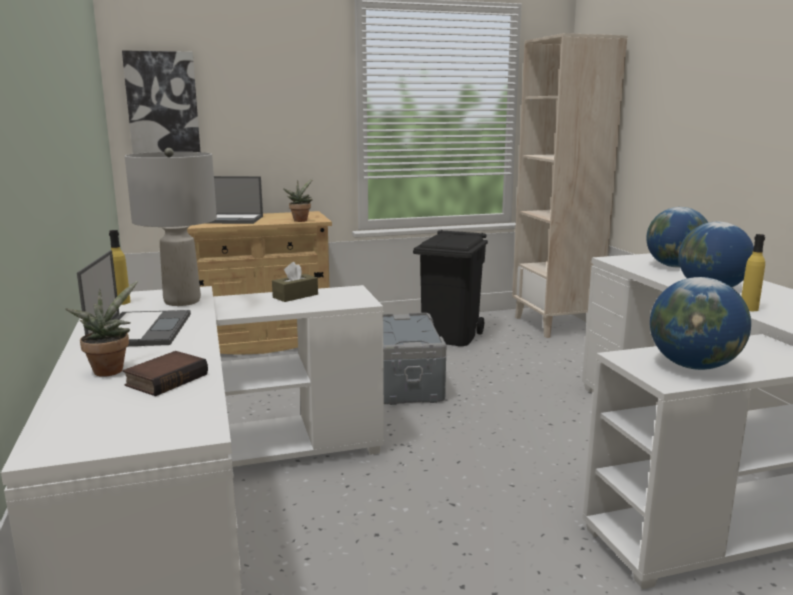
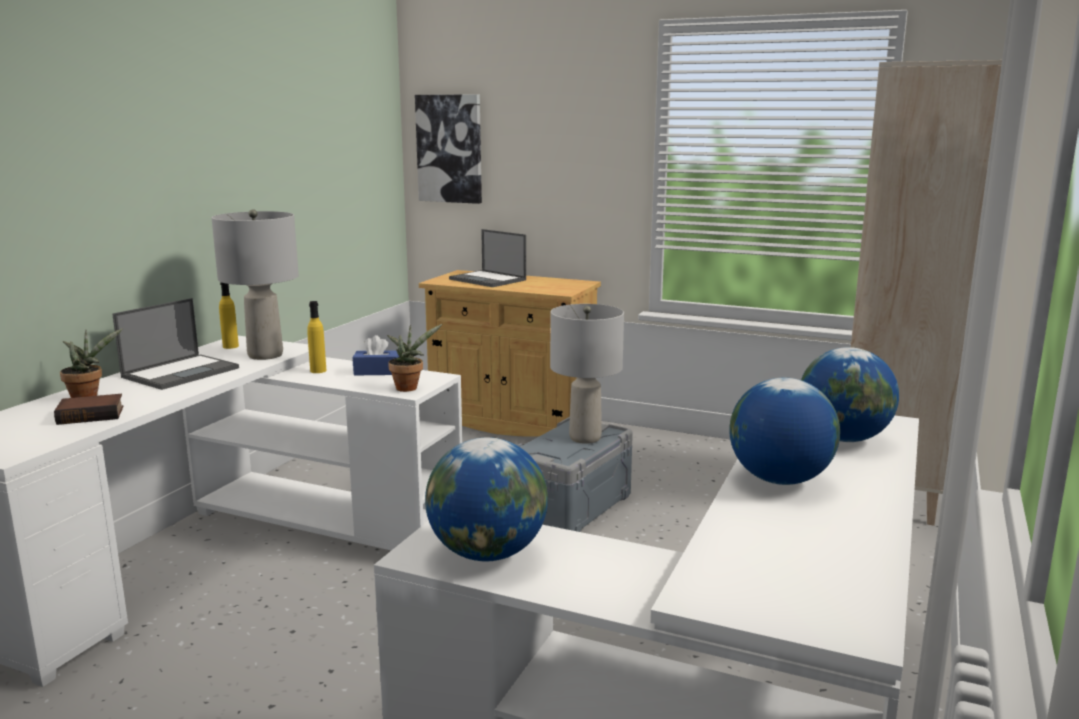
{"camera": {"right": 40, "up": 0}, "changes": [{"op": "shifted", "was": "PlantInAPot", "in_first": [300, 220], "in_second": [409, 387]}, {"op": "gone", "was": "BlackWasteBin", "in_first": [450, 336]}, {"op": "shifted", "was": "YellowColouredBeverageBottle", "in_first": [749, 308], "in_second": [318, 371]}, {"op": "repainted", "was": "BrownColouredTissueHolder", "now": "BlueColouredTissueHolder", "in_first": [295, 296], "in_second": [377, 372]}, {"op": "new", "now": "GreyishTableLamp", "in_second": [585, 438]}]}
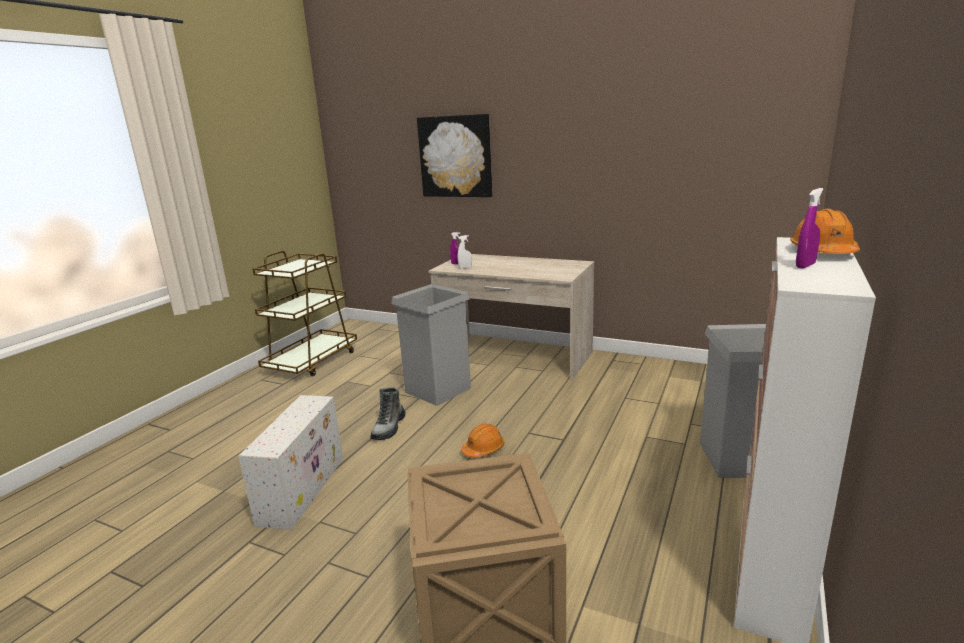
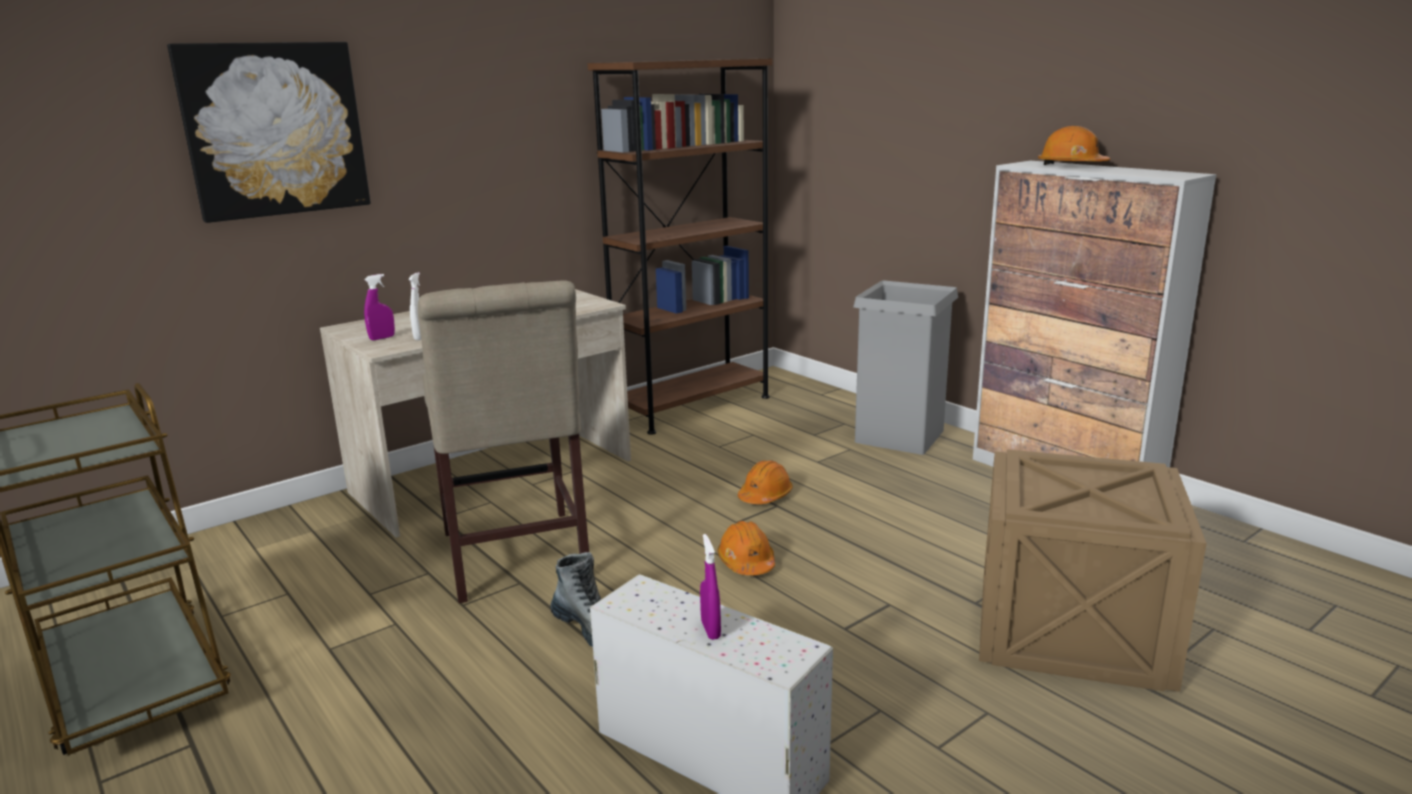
{"camera": {"right": -65, "up": 0}, "changes": [{"op": "shifted", "was": "PurpleColouredHandSprayer", "in_first": [805, 265], "in_second": [710, 630]}, {"op": "swapped", "was": "GreyishWasteBin", "now": "BeigeChair", "in_first": [438, 389], "in_second": [515, 560]}, {"op": "new", "now": "BrownColouredBookshelf", "in_second": [692, 406]}, {"op": "new", "now": "OrangeColouredSafetyHelmet", "in_second": [765, 496]}]}
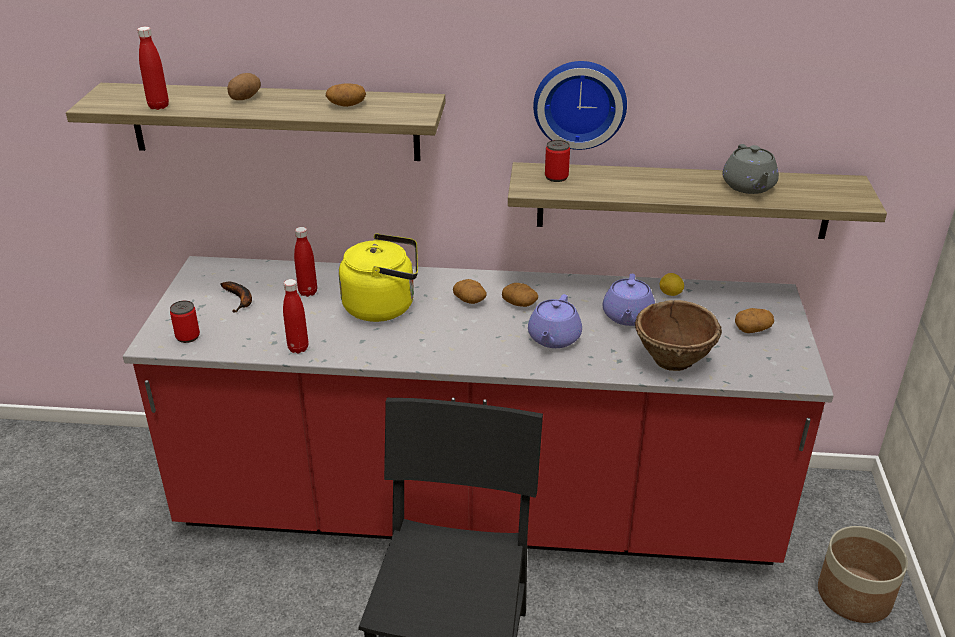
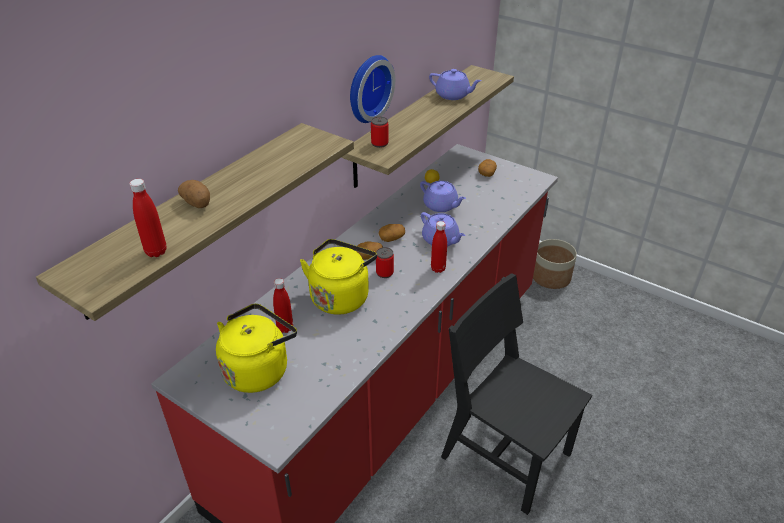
{"camera": {"right": -60, "up": 5}, "changes": [{"op": "gone", "was": "Spud", "in_first": [346, 105]}, {"op": "repainted", "was": "GreyishTeaPot", "now": "PurpleColouredTeaPot", "in_first": [748, 186], "in_second": [453, 95]}, {"op": "shifted", "was": "RedColouredBeverageBottle", "in_first": [298, 348], "in_second": [438, 269]}, {"op": "swapped", "was": "WholeBanana", "now": "YellowColouredKettle", "in_first": [240, 299], "in_second": [258, 369]}, {"op": "shifted", "was": "SealedCan", "in_first": [188, 336], "in_second": [384, 273]}, {"op": "gone", "was": "BrownColouredServingBowl", "in_first": [673, 360]}]}
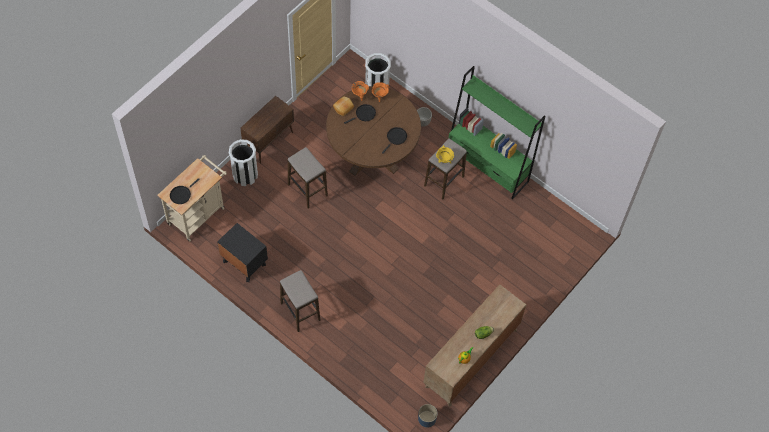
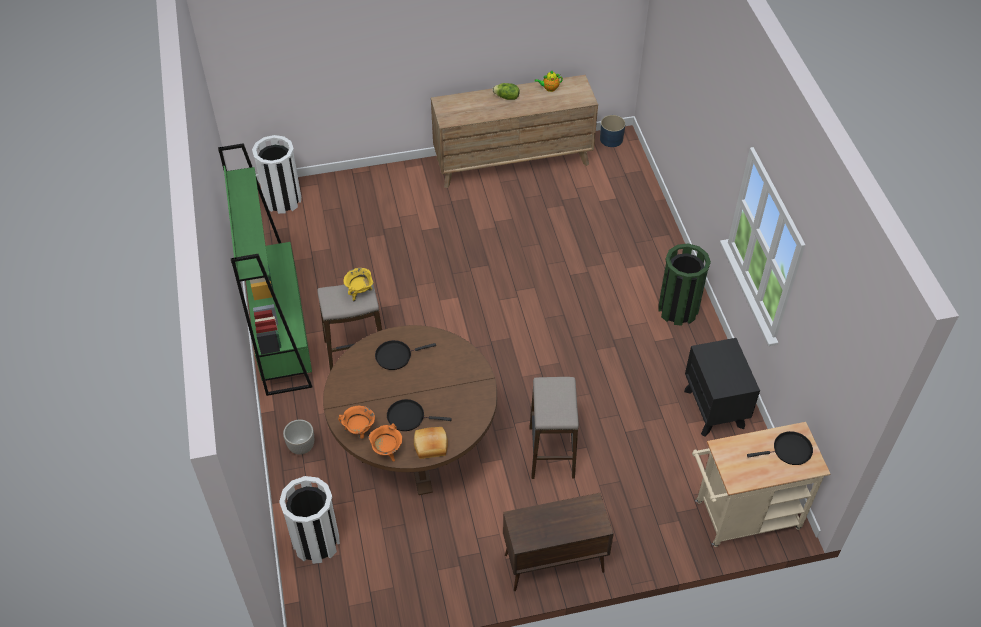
{"camera": {"right": -140, "up": -10}, "changes": [{"op": "shifted", "was": "WhitishWasteBin", "in_first": [245, 175], "in_second": [283, 200]}, {"op": "swapped", "was": "StoolSeat", "now": "GreenColouredWasteBin", "in_first": [300, 312], "in_second": [678, 309]}]}
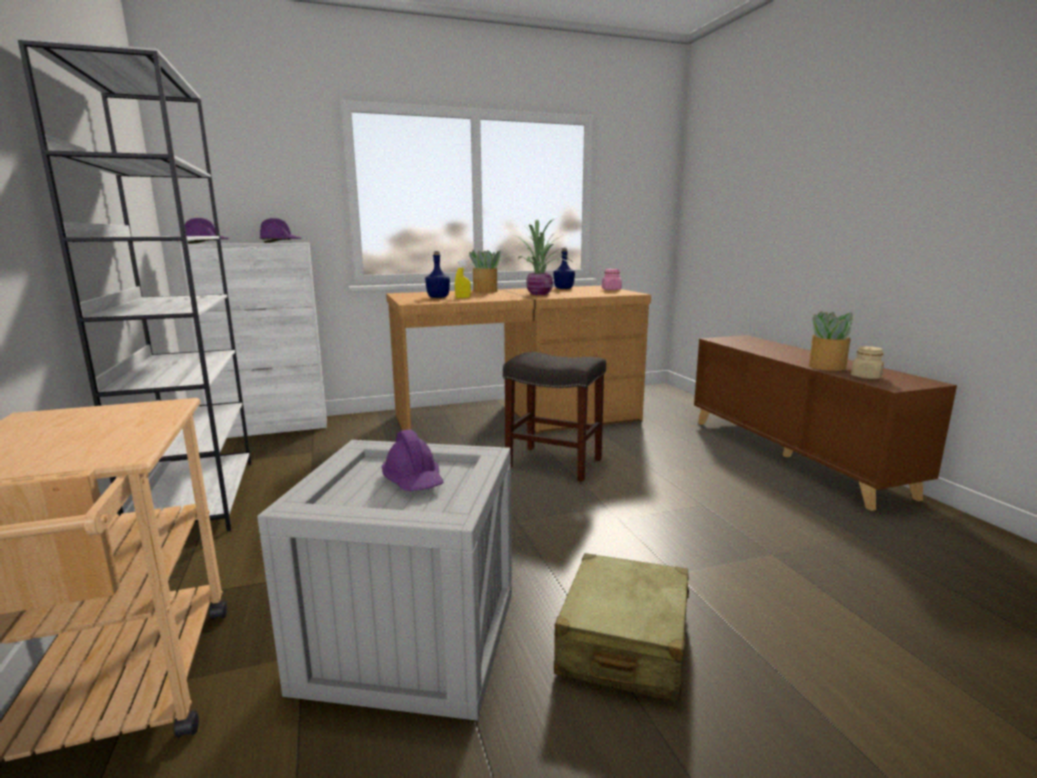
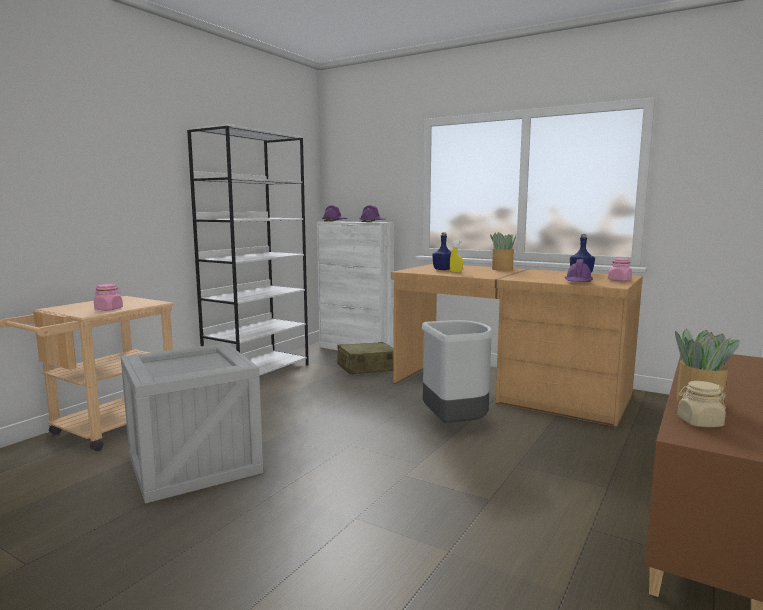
{"camera": {"right": 50, "up": -5}, "changes": [{"op": "gone", "was": "PlantInAPot", "in_first": [539, 294]}, {"op": "swapped", "was": "GreyishStoolSeat", "now": "GreyishWasteBin", "in_first": [552, 463], "in_second": [455, 426]}, {"op": "shifted", "was": "PurpleColouredSafetyHelmet", "in_first": [413, 481], "in_second": [578, 283]}, {"op": "shifted", "was": "BeigeSuitcase", "in_first": [624, 644], "in_second": [367, 368]}, {"op": "new", "now": "PinkColouredStorageJar", "in_second": [109, 309]}]}
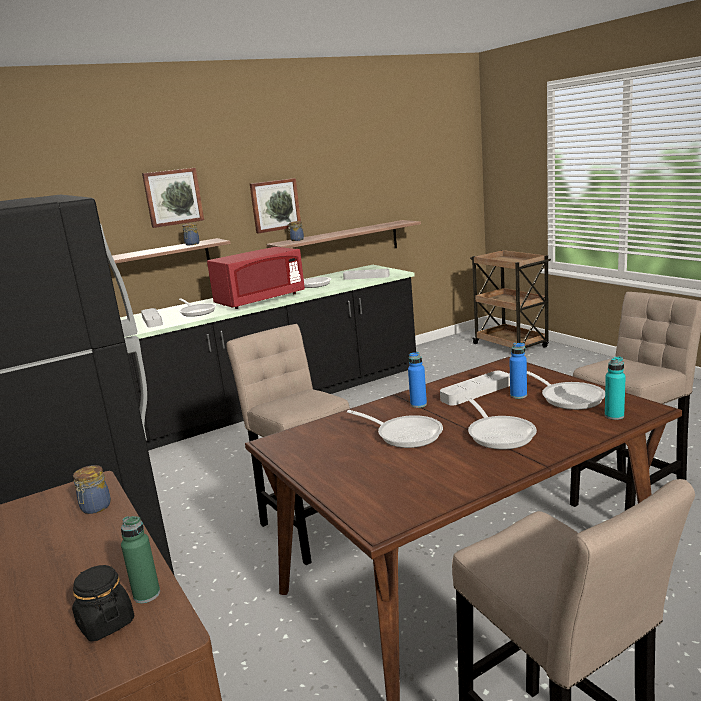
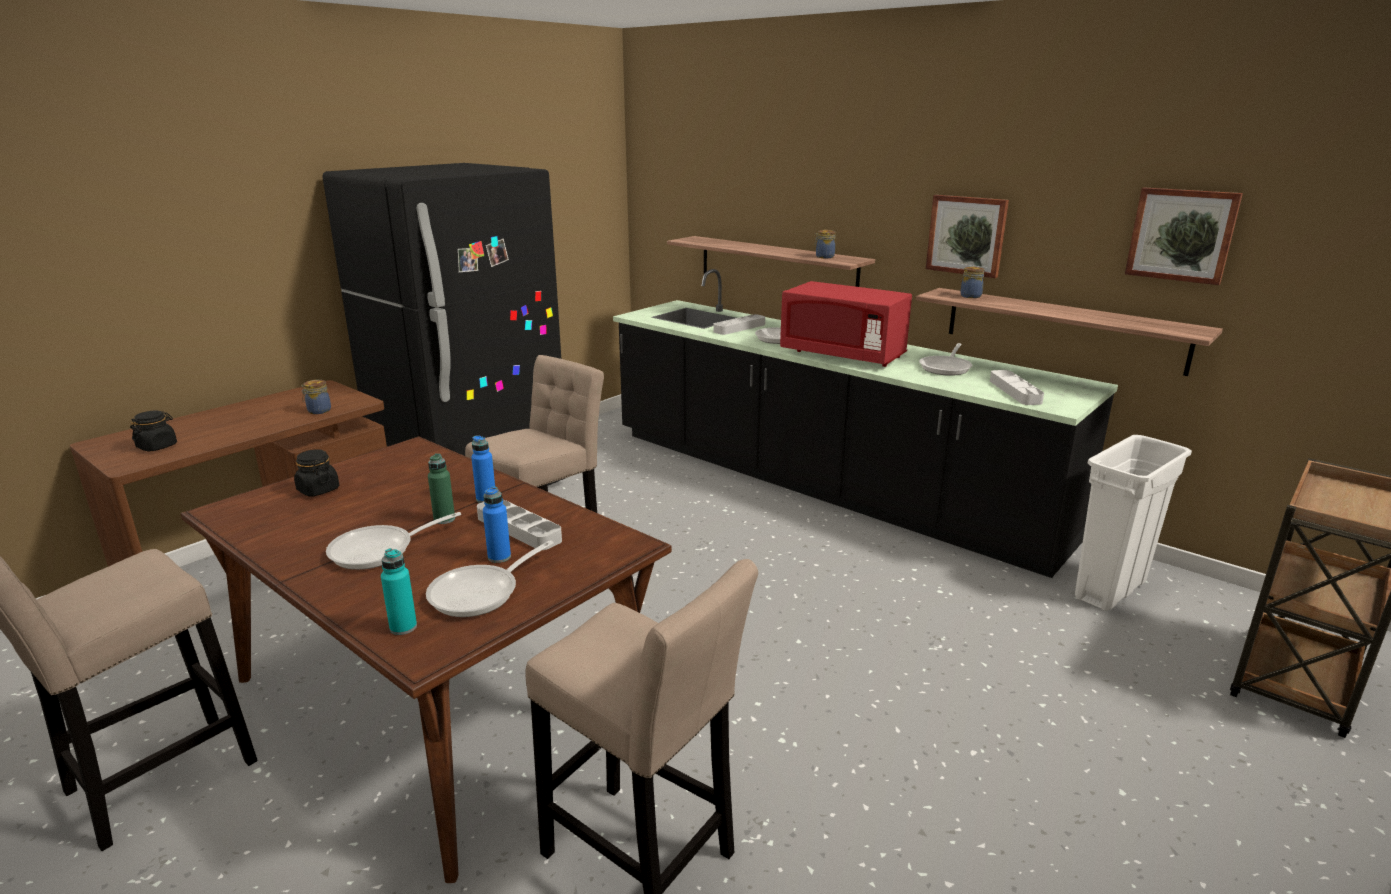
{"camera": {"right": 70, "up": 5}, "changes": [{"op": "shifted", "was": "Picture", "in_first": [173, 197], "in_second": [1181, 235]}, {"op": "gone", "was": "Pan", "in_first": [405, 434]}, {"op": "shifted", "was": "GreenColouredBeverageBottle", "in_first": [147, 594], "in_second": [444, 519]}, {"op": "new", "now": "WhitishWasteBin", "in_second": [1110, 590]}, {"op": "new", "now": "BlackStorageJar", "in_second": [318, 490]}]}
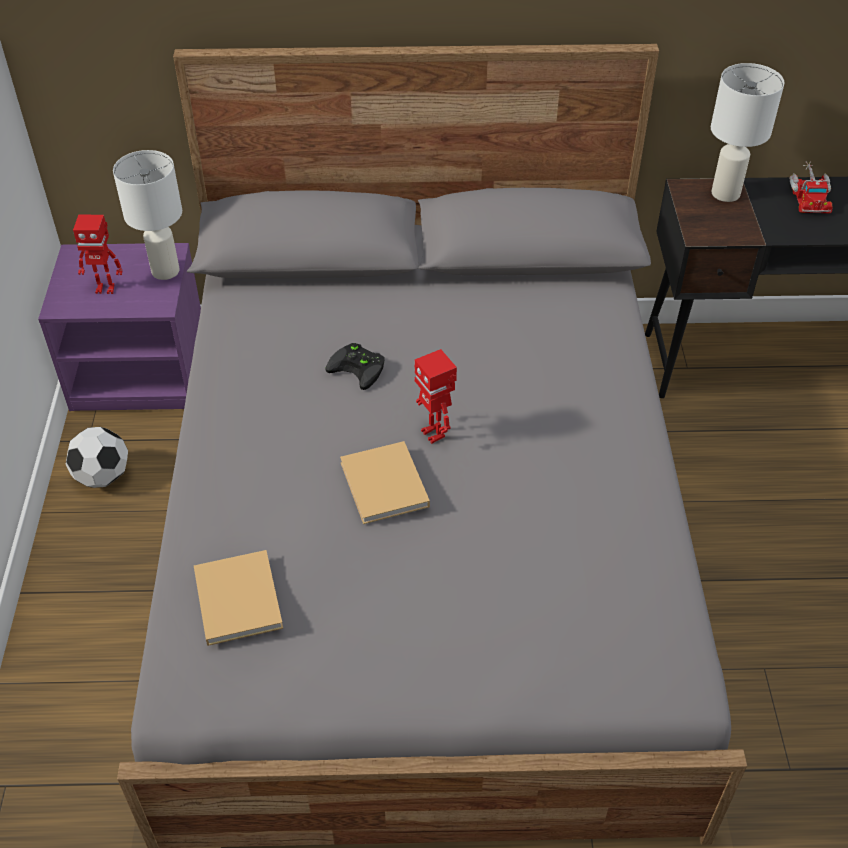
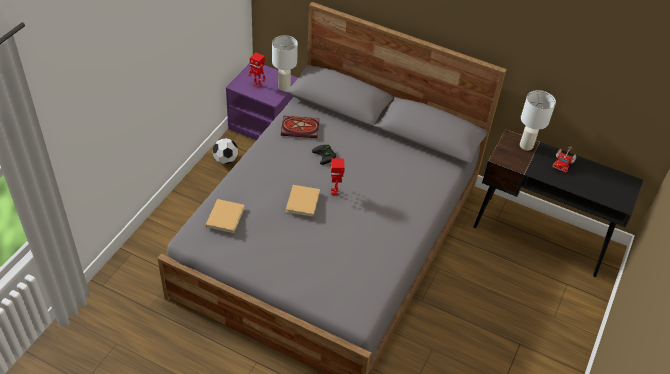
{"camera": {"right": 25, "up": 0}, "changes": [{"op": "new", "now": "Book", "in_second": [301, 128]}]}
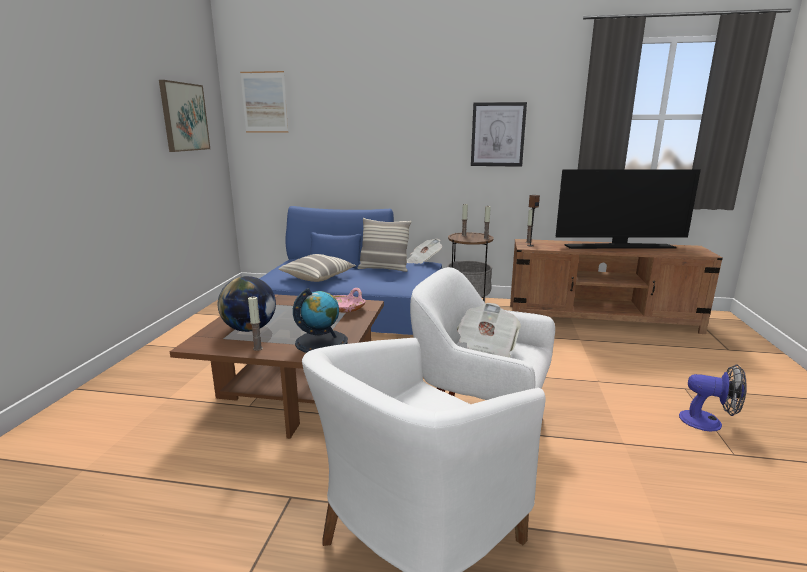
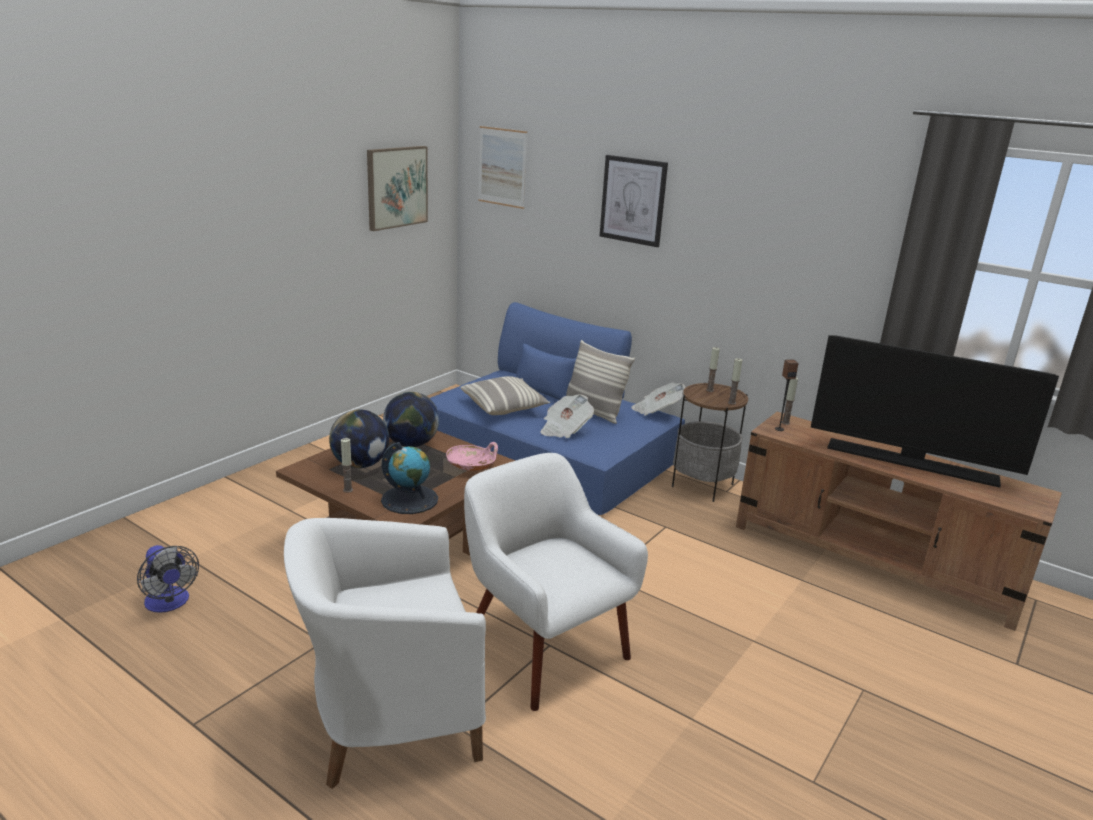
{"camera": {"right": 25, "up": 5}, "changes": [{"op": "shifted", "was": "Picture", "in_first": [498, 134], "in_second": [633, 200]}, {"op": "shifted", "was": "PrintedPaper", "in_first": [486, 348], "in_second": [564, 429]}, {"op": "shifted", "was": "CoolingFan", "in_first": [708, 422], "in_second": [169, 603]}, {"op": "new", "now": "DeskGlobe", "in_second": [411, 444]}]}
